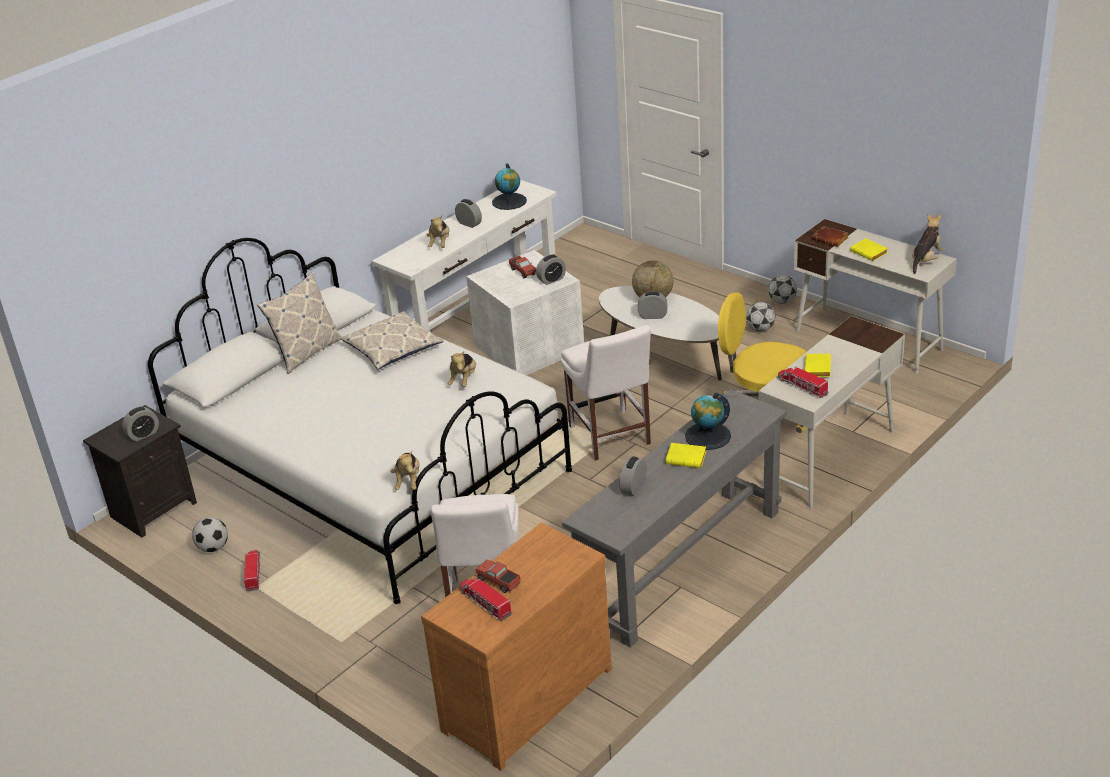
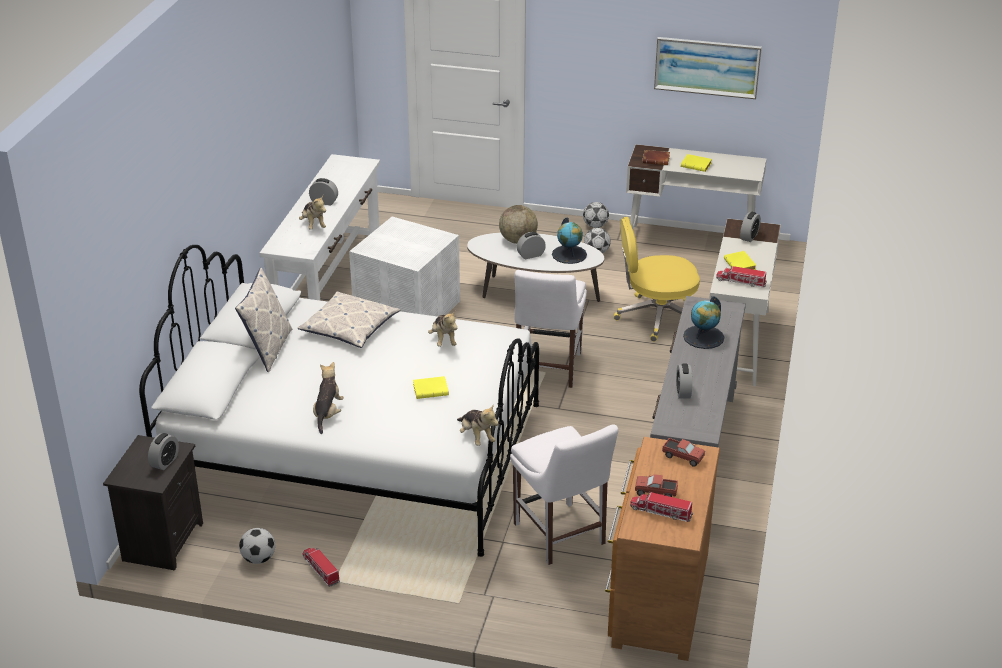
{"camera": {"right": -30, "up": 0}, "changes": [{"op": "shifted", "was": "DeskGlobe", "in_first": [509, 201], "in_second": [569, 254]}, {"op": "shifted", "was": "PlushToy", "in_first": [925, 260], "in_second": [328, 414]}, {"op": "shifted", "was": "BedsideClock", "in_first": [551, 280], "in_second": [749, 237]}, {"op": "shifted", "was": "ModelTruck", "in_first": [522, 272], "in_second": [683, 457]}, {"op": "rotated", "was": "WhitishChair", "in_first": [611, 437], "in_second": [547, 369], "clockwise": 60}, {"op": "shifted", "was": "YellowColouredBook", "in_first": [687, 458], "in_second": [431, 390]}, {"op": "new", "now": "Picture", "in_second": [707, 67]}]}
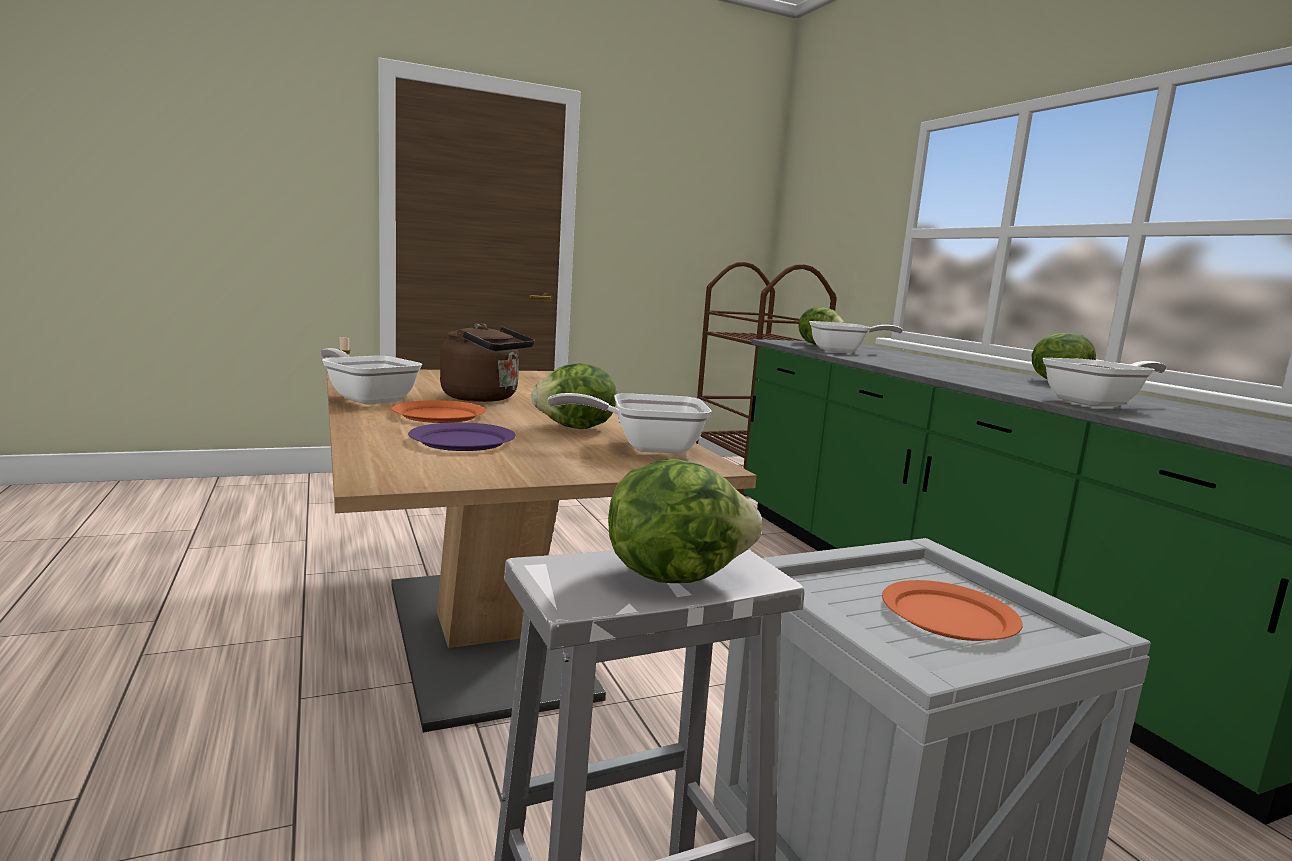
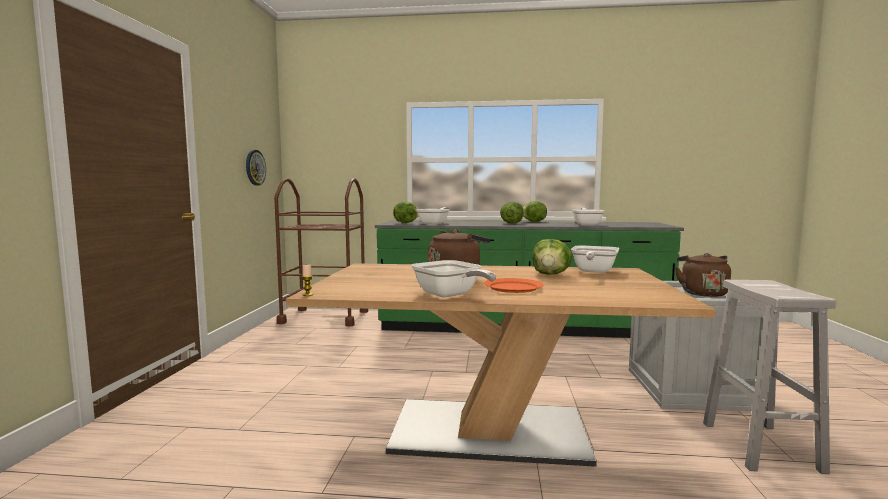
{"camera": {"right": -60, "up": -5}, "changes": [{"op": "rotated", "was": "Pan", "in_first": [368, 399], "in_second": [450, 295], "clockwise": -105}, {"op": "gone", "was": "PurpleColouredPlate", "in_first": [463, 441]}, {"op": "shifted", "was": "LettuceHead", "in_first": [674, 574], "in_second": [511, 223]}, {"op": "swapped", "was": "OrangeColouredPlate", "now": "BrownColouredKettle", "in_first": [949, 616], "in_second": [702, 293]}, {"op": "new", "now": "WallClock", "in_second": [255, 167]}]}
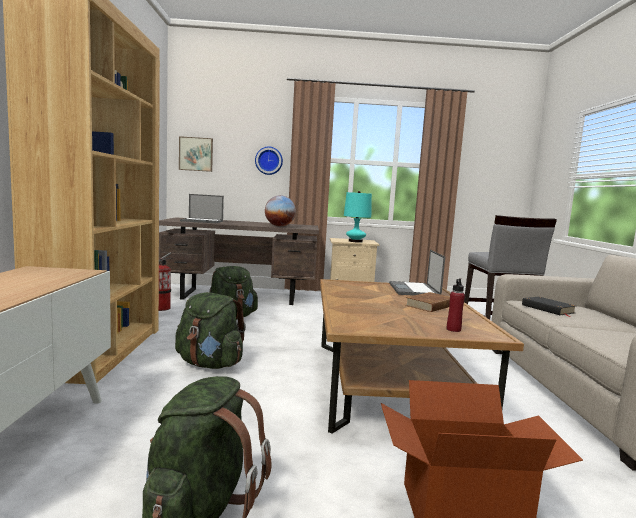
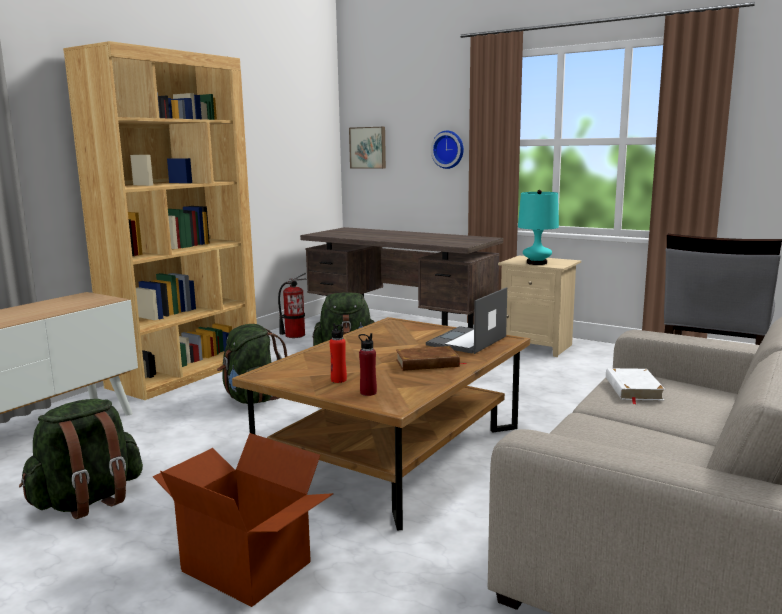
{"camera": {"right": 35, "up": 5}, "changes": [{"op": "gone", "was": "Laptop", "in_first": [202, 221]}, {"op": "gone", "was": "DeskGlobe", "in_first": [279, 226]}, {"op": "repainted", "was": "BlackBook", "now": "WhitishBook", "in_first": [548, 309], "in_second": [633, 389]}, {"op": "new", "now": "RedColouredBeverageBottle", "in_second": [338, 380]}]}
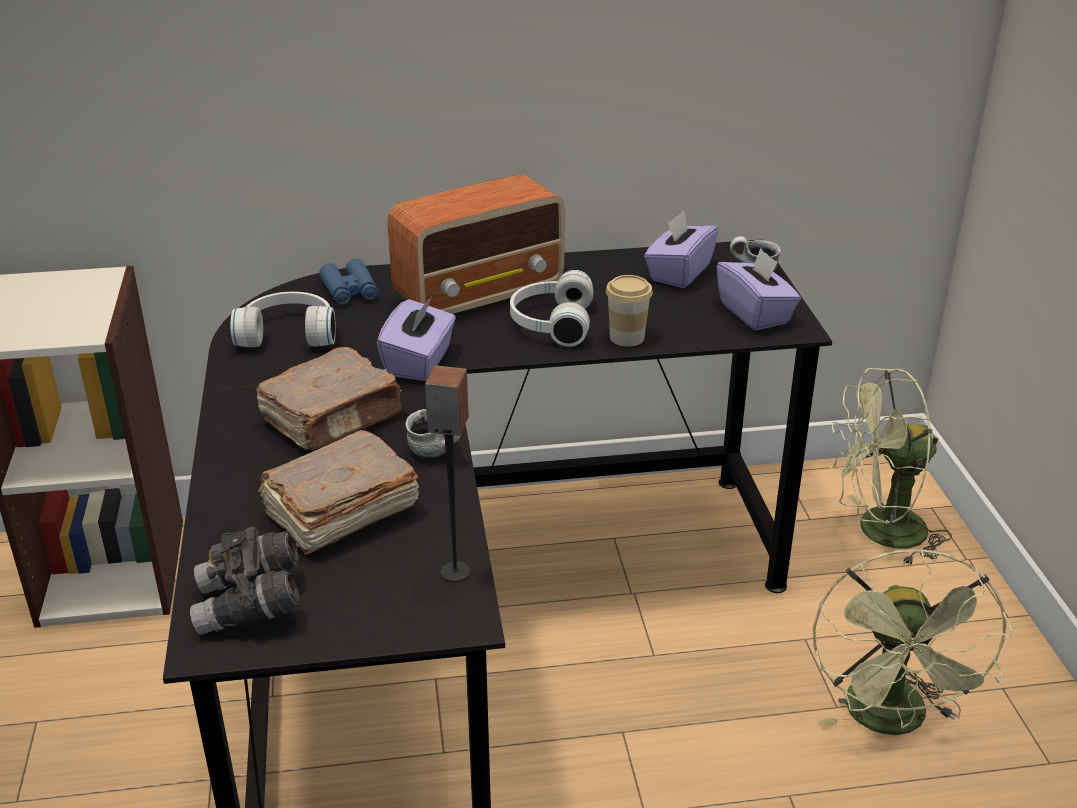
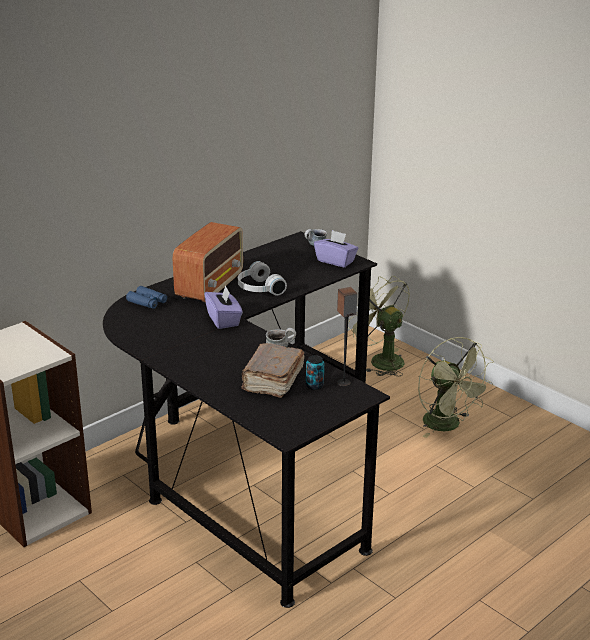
{"camera": {"right": -35, "up": -5}, "changes": [{"op": "gone", "was": "PurpleColouredTissueHolder", "in_first": [679, 273]}, {"op": "gone", "was": "DrinkingCup", "in_first": [627, 337]}, {"op": "gone", "was": "WhitishHeadset", "in_first": [289, 333]}, {"op": "gone", "was": "BrownColouredBook", "in_first": [334, 418]}, {"op": "rotated", "was": "GreenColouredCoolingFan", "in_first": [878, 532], "in_second": [380, 360], "clockwise": 90}, {"op": "gone", "was": "GreyishFieldGlasses", "in_first": [250, 605]}, {"op": "new", "now": "SealedCan", "in_second": [314, 385]}]}
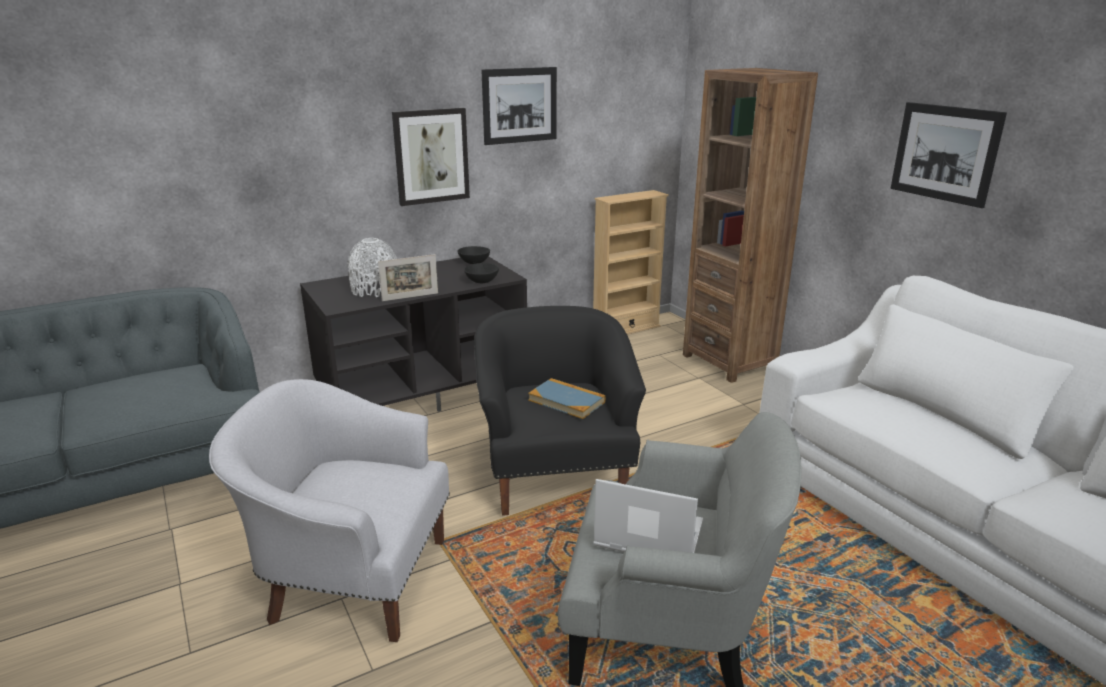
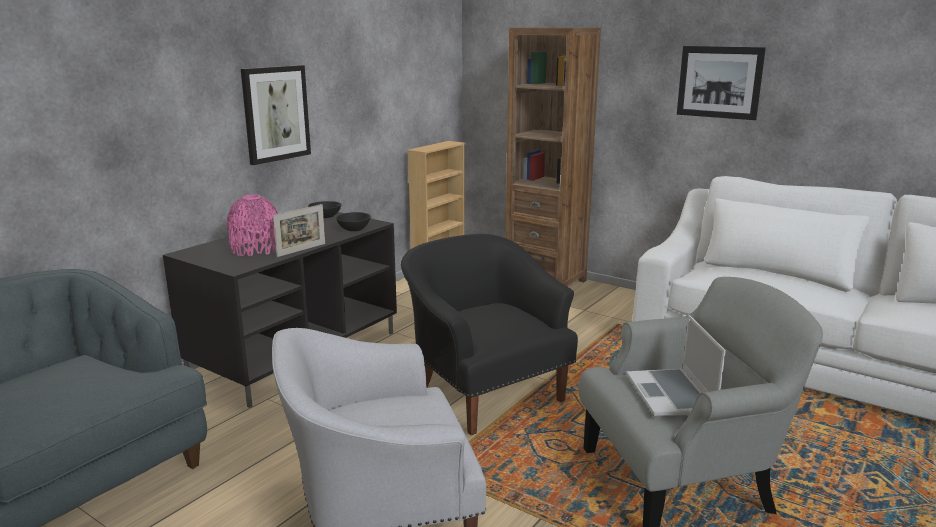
{"camera": {"right": -25, "up": -5}, "changes": [{"op": "gone", "was": "Picture", "in_first": [519, 105]}, {"op": "repainted", "was": "WhitishVase", "now": "PinkColouredVase", "in_first": [375, 290], "in_second": [256, 249]}, {"op": "gone", "was": "Book", "in_first": [566, 401]}, {"op": "rotated", "was": "Laptop", "in_first": [647, 535], "in_second": [672, 395], "clockwise": -90}]}
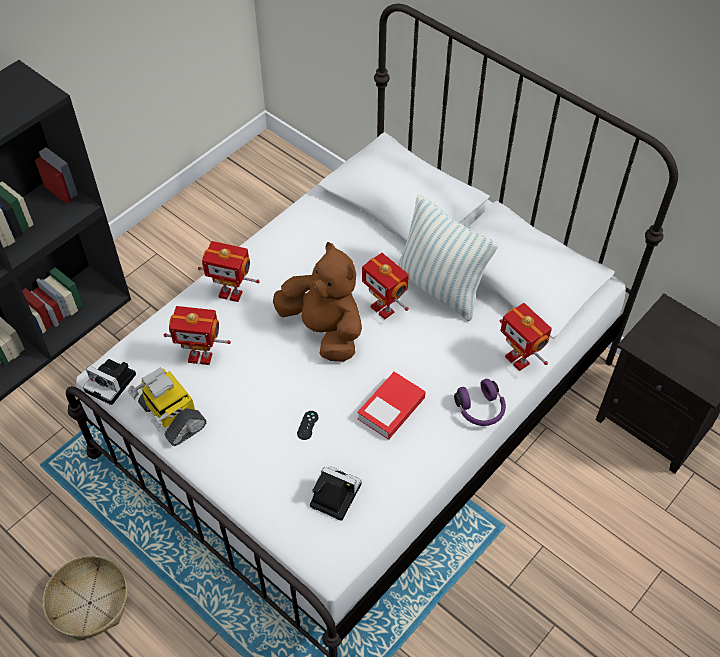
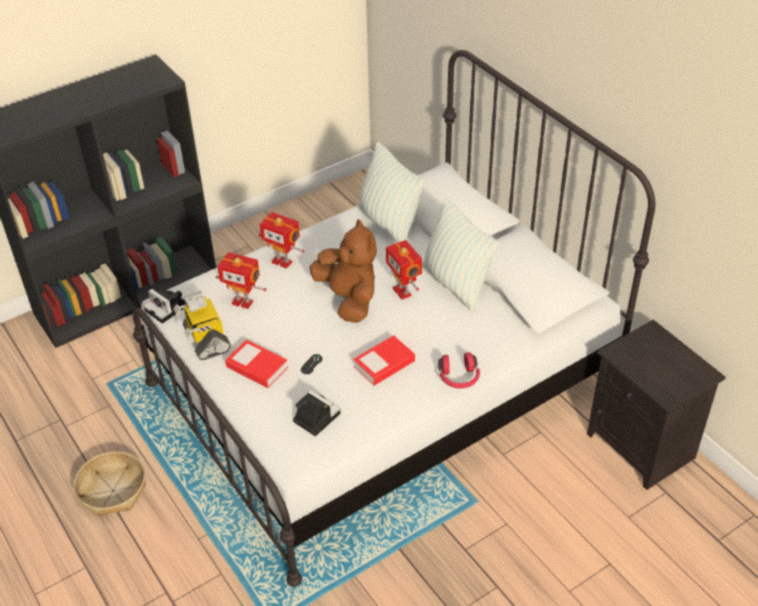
{"camera": {"right": 15, "up": -10}, "changes": [{"op": "gone", "was": "ModelRobot", "in_first": [518, 359]}, {"op": "repainted", "was": "PurpleColouredHeadset", "now": "RedColouredHeadset", "in_first": [480, 410], "in_second": [459, 378]}, {"op": "new", "now": "Cushion", "in_second": [389, 223]}, {"op": "new", "now": "Book", "in_second": [257, 367]}]}
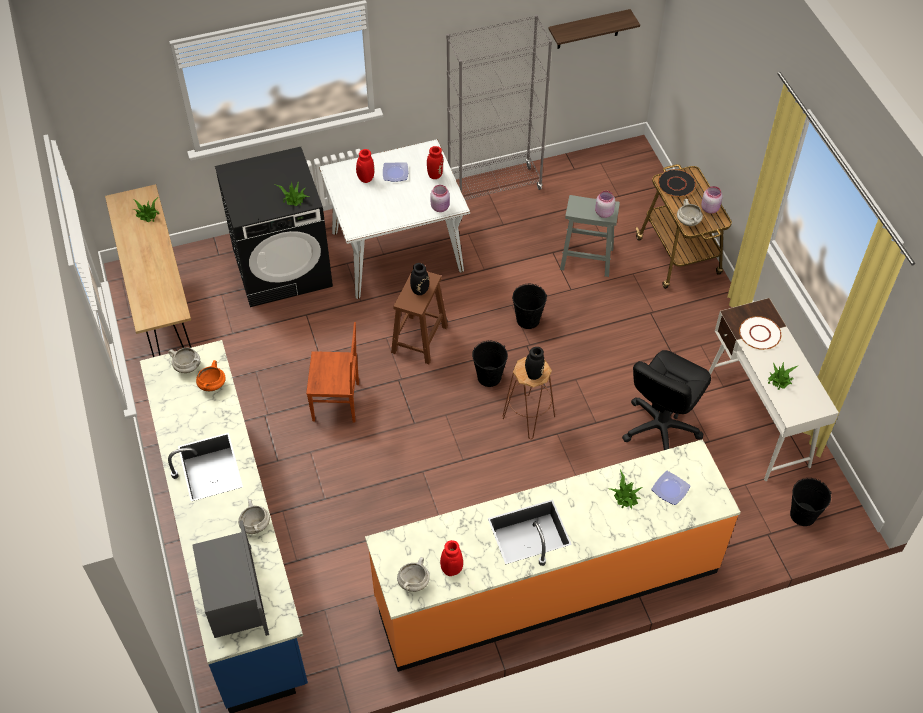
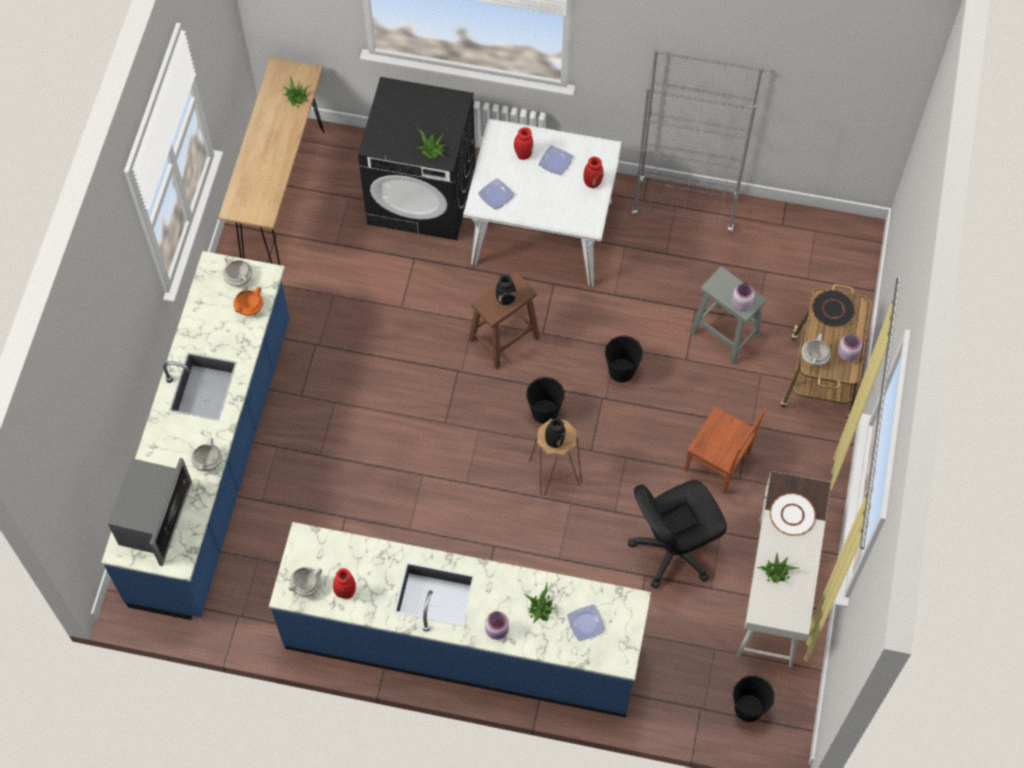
{"camera": {"right": 30, "up": 10}, "changes": [{"op": "gone", "was": "WallShelf", "in_first": [588, 29]}, {"op": "shifted", "was": "PinkColouredStorageJar", "in_first": [440, 207], "in_second": [497, 630]}, {"op": "shifted", "was": "BrownColouredChair", "in_first": [337, 403], "in_second": [718, 464]}, {"op": "repainted", "was": "OrangeColouredCounter", "now": "BlueColouredCounter", "in_first": [546, 585], "in_second": [463, 643]}, {"op": "new", "now": "Plate", "in_second": [497, 195]}]}
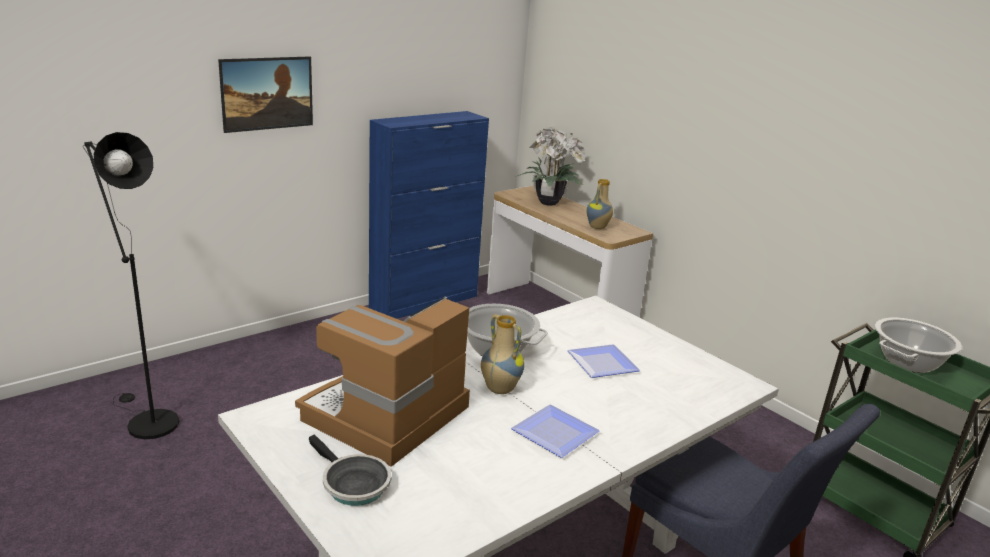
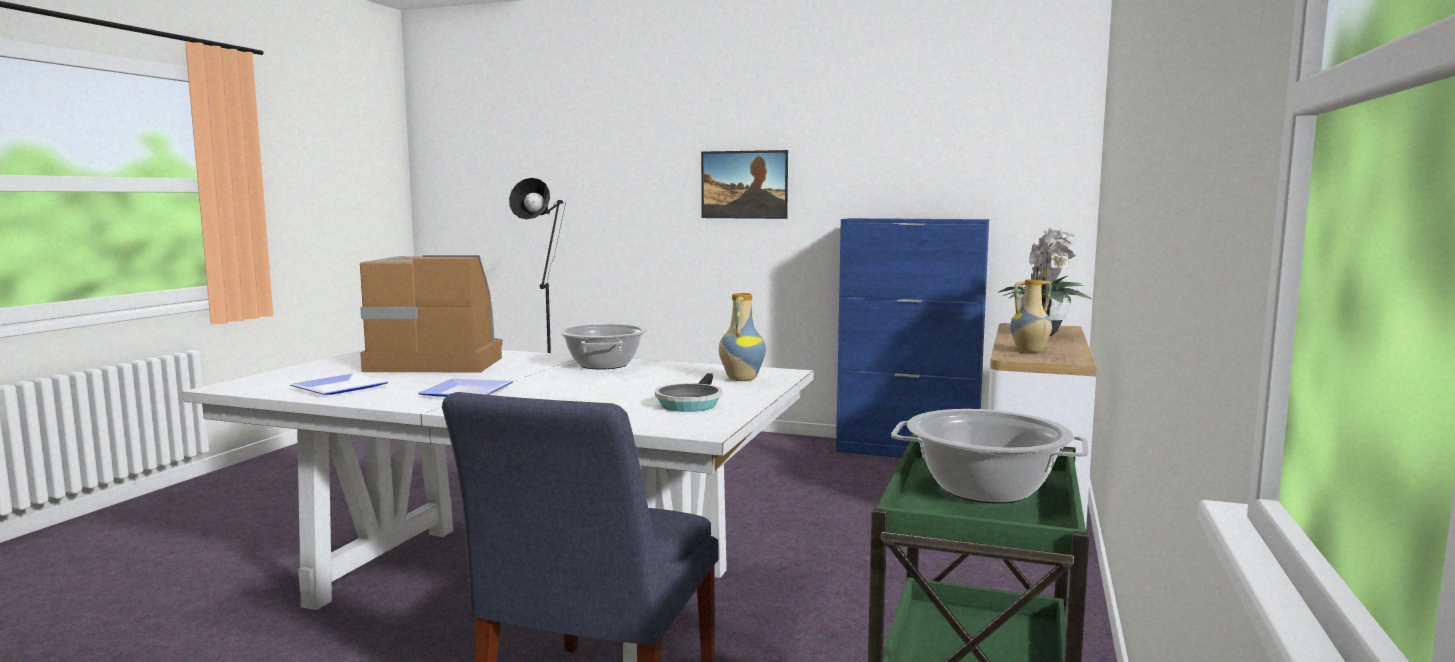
{"camera": {"right": 60, "up": -15}, "changes": [{"op": "shifted", "was": "Vase", "in_first": [499, 389], "in_second": [740, 379]}, {"op": "shifted", "was": "Plate", "in_first": [599, 363], "in_second": [341, 387]}, {"op": "shifted", "was": "Pan", "in_first": [352, 484], "in_second": [689, 403]}]}
